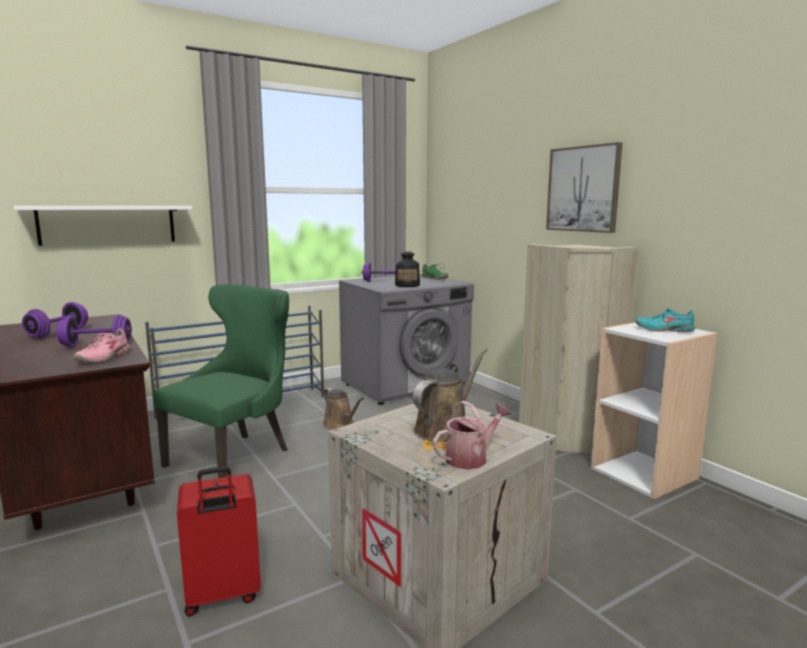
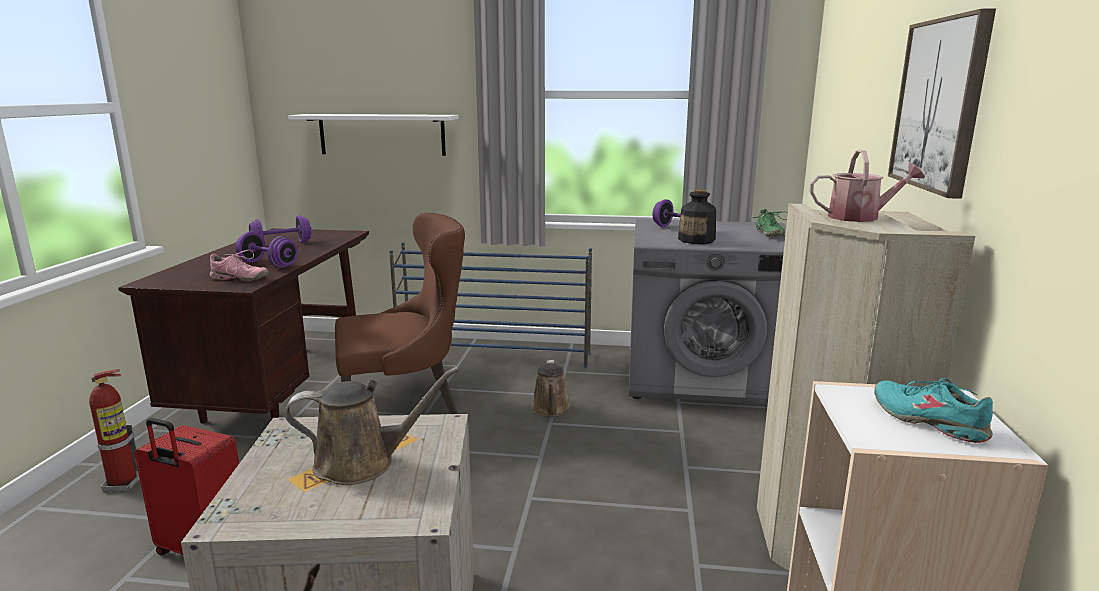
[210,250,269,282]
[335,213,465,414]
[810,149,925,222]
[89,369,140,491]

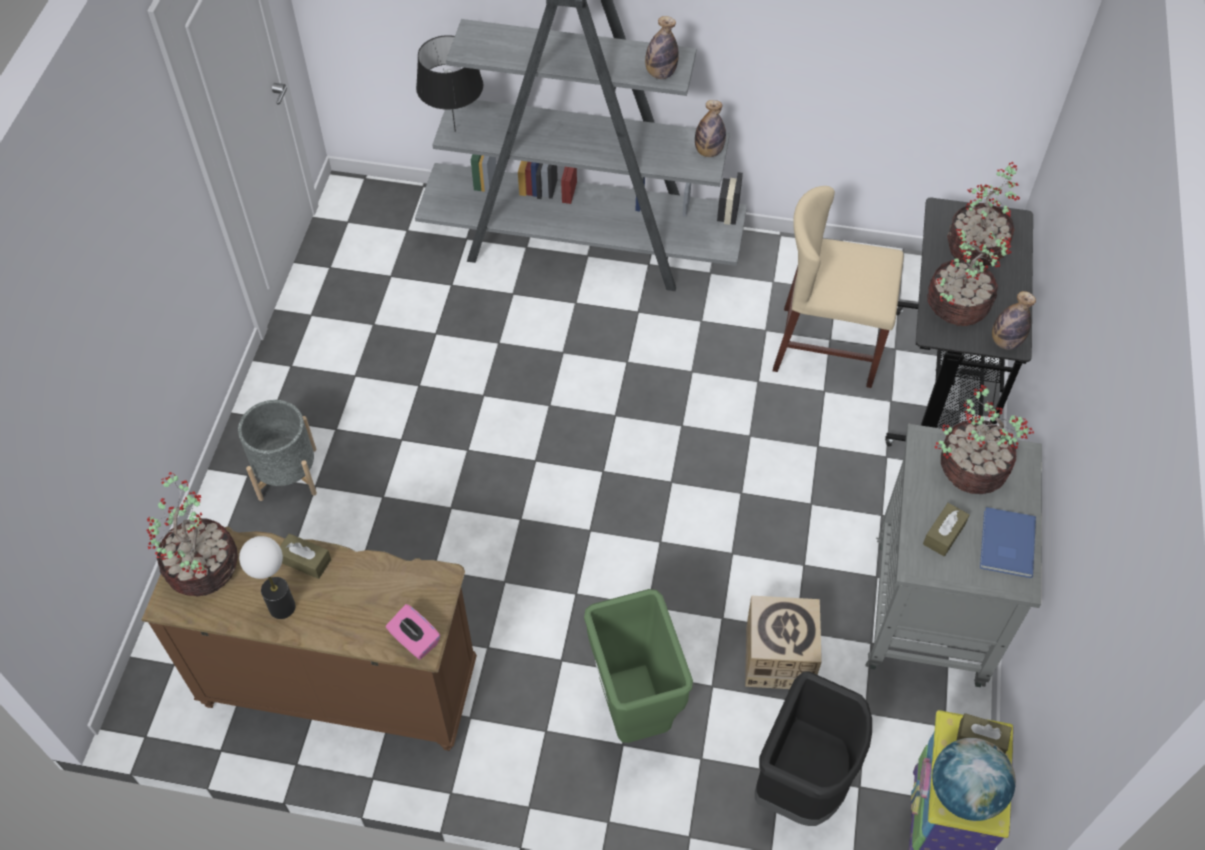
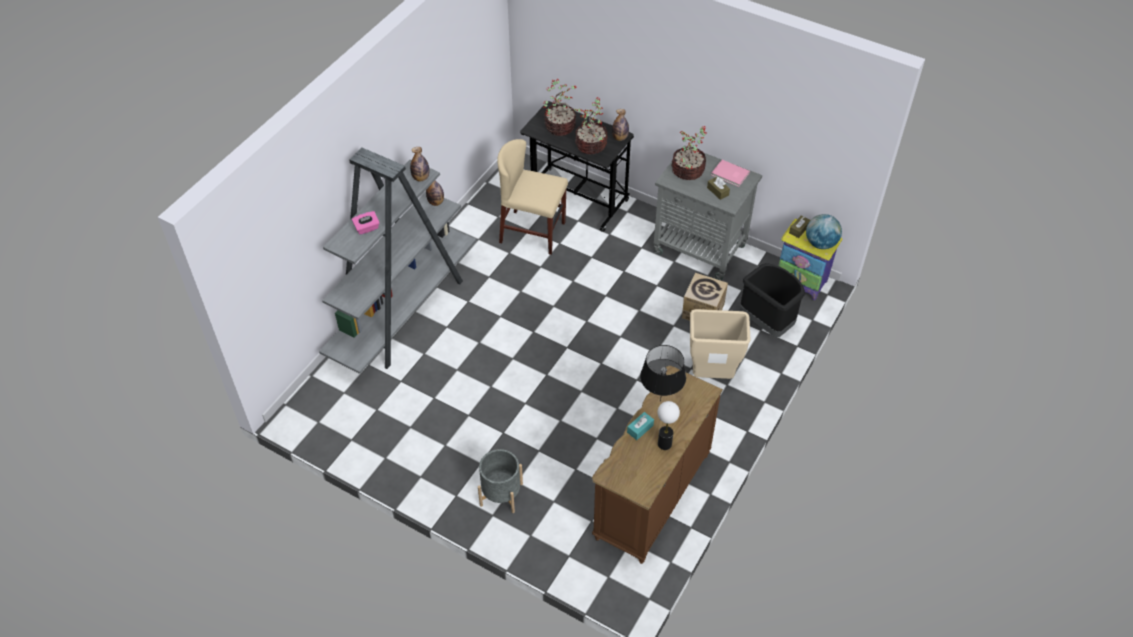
[146,472,238,597] (first image)
[627,412,654,440]
[352,211,380,235]
[640,345,686,401]
[690,309,751,379]
[497,139,568,255]
[711,160,750,187]

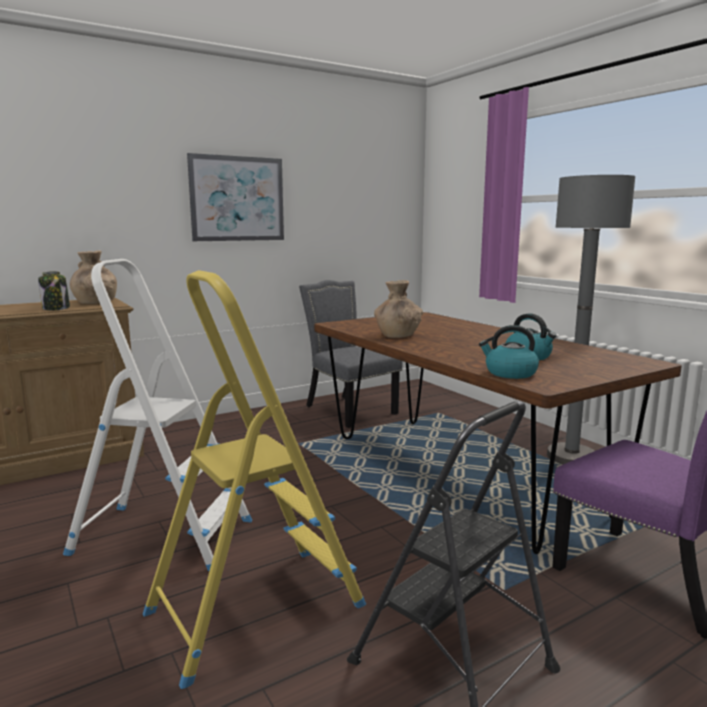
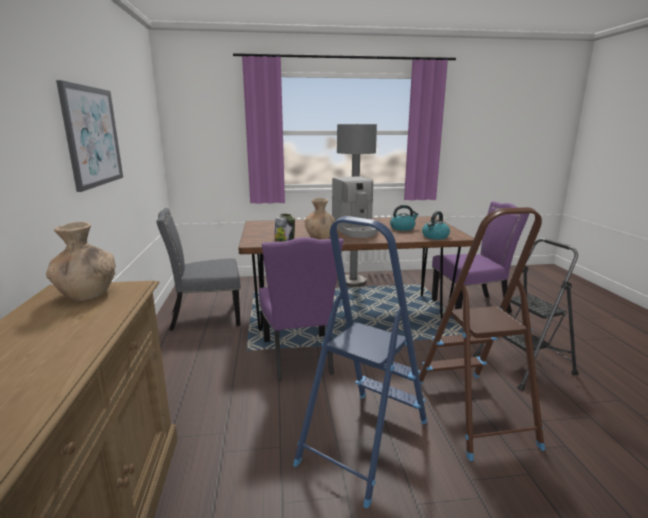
[274,214,295,242]
[293,216,427,509]
[419,207,545,461]
[259,237,344,381]
[332,176,378,238]

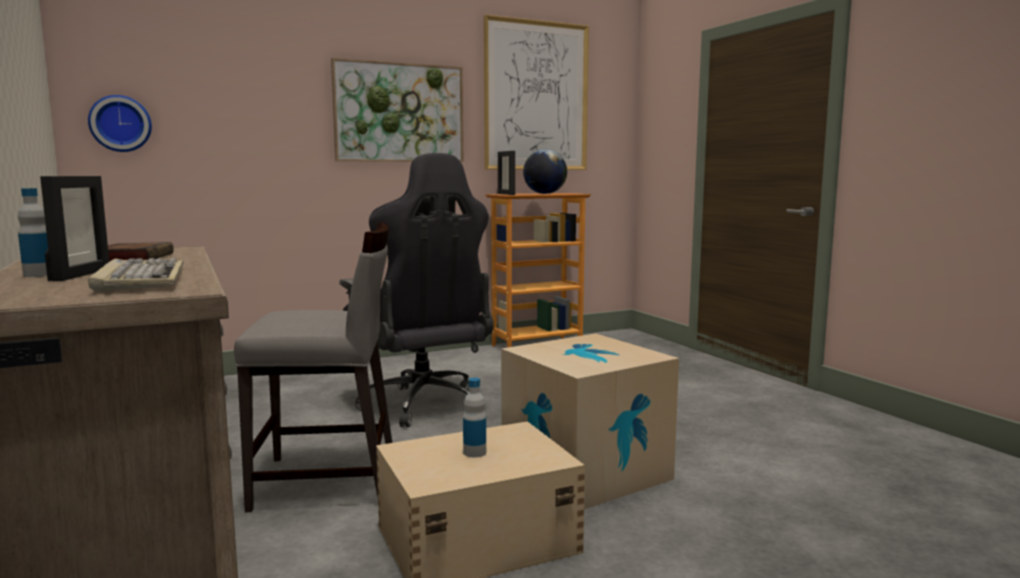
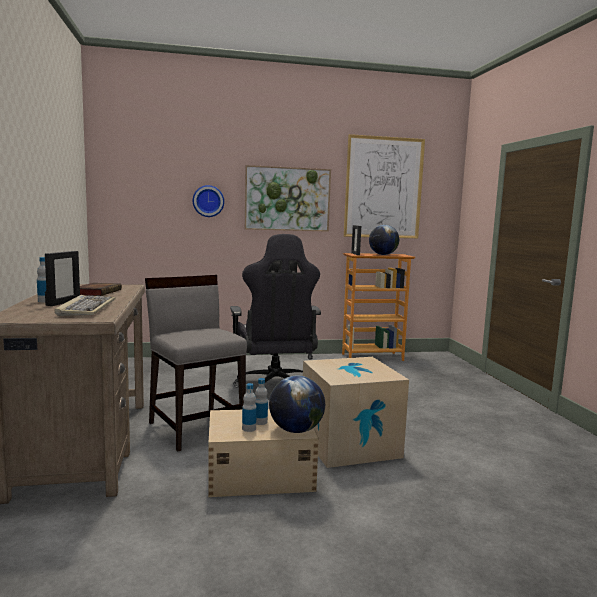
[193,185,224,217]
[145,275,247,452]
[242,383,257,432]
[269,375,325,433]

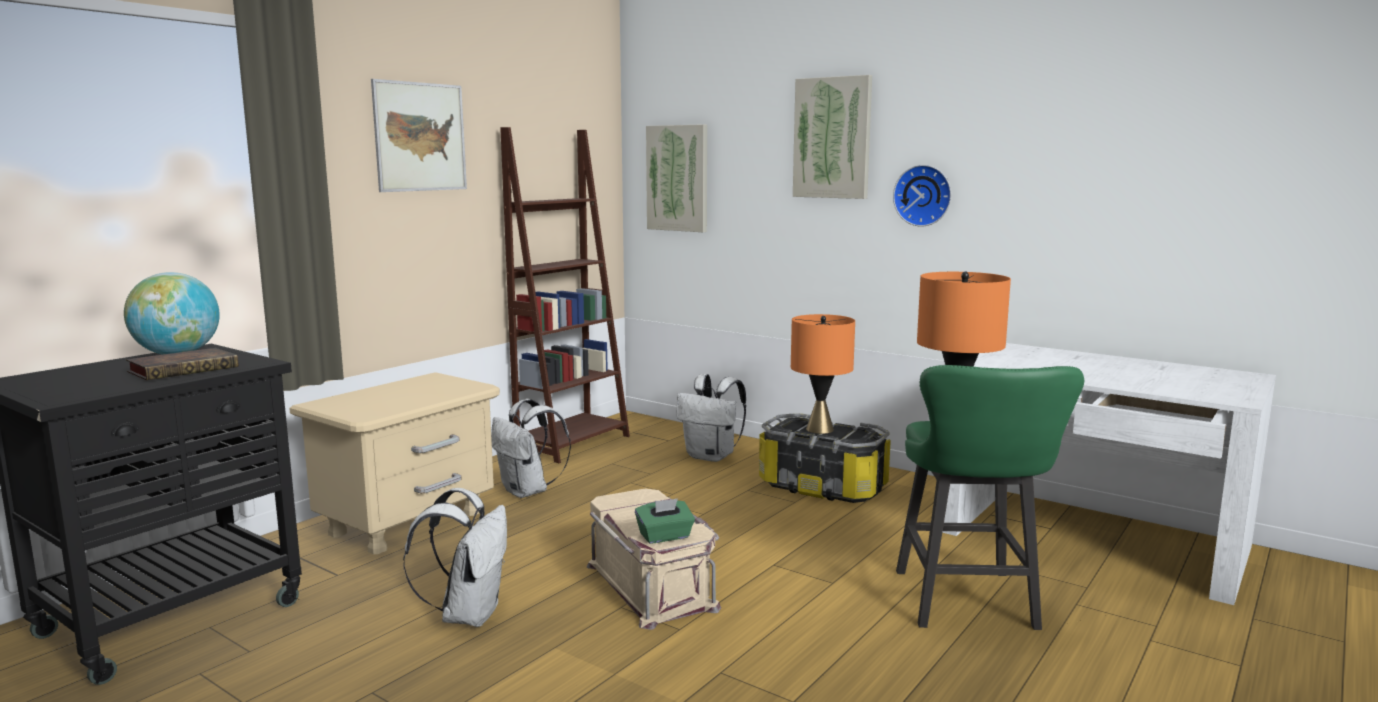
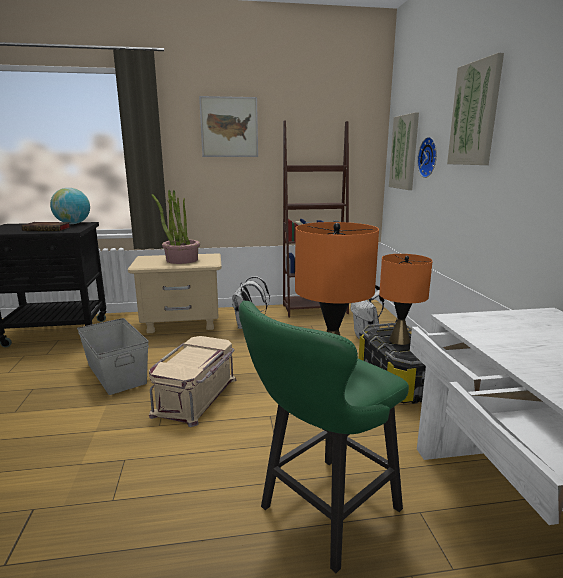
[77,318,149,395]
[635,498,695,544] (first image)
[417,137,437,178]
[151,190,200,264]

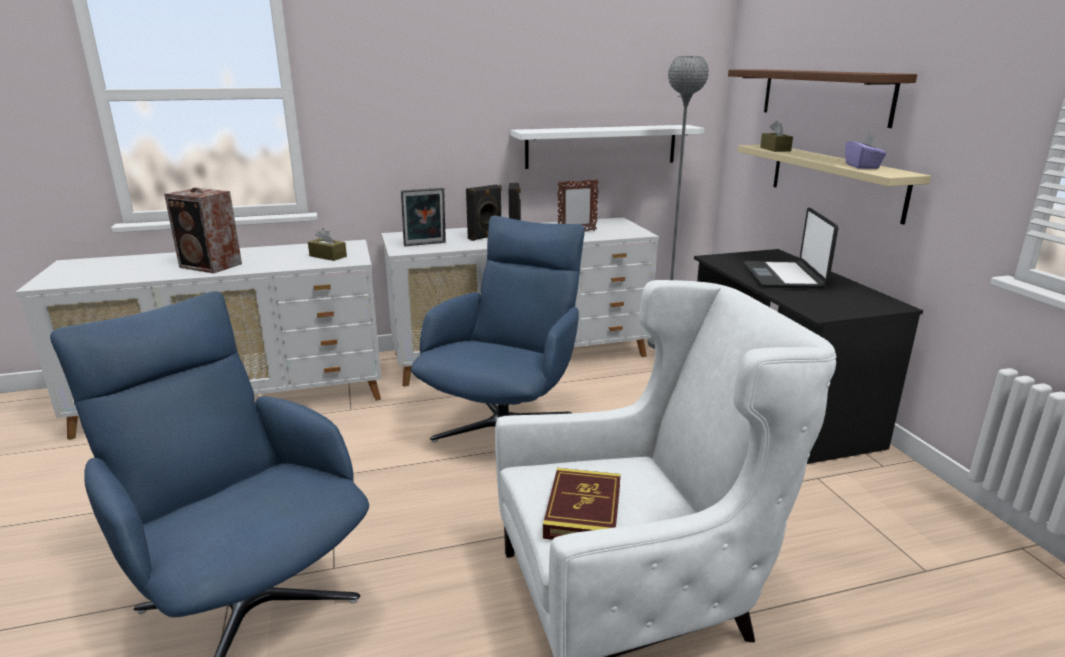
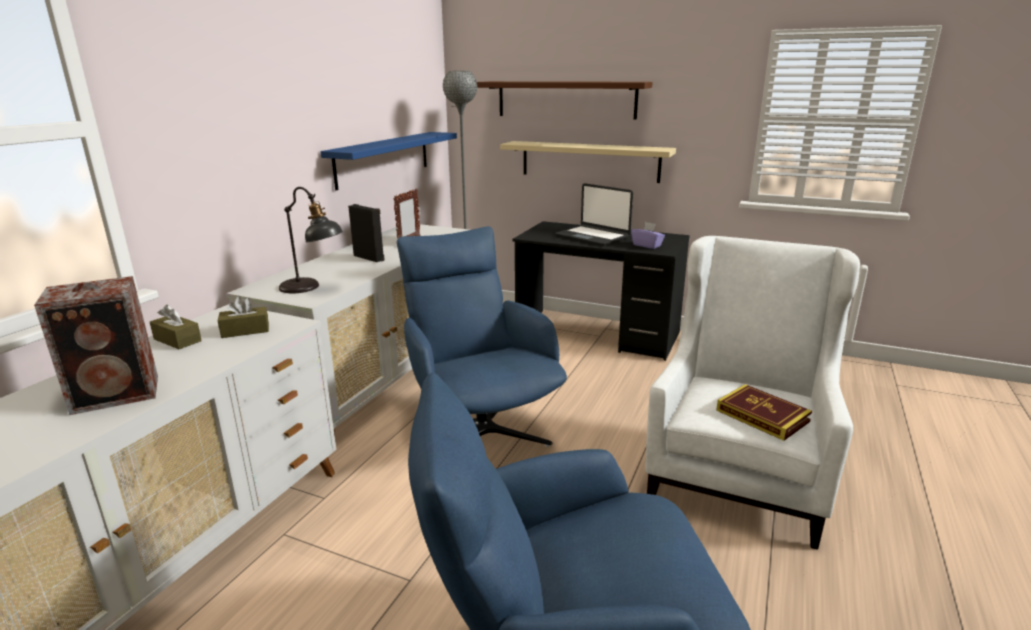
[279,187,343,293]
[466,185,501,241] (first image)
[320,132,457,190]
[150,305,202,349]
[631,222,665,249]

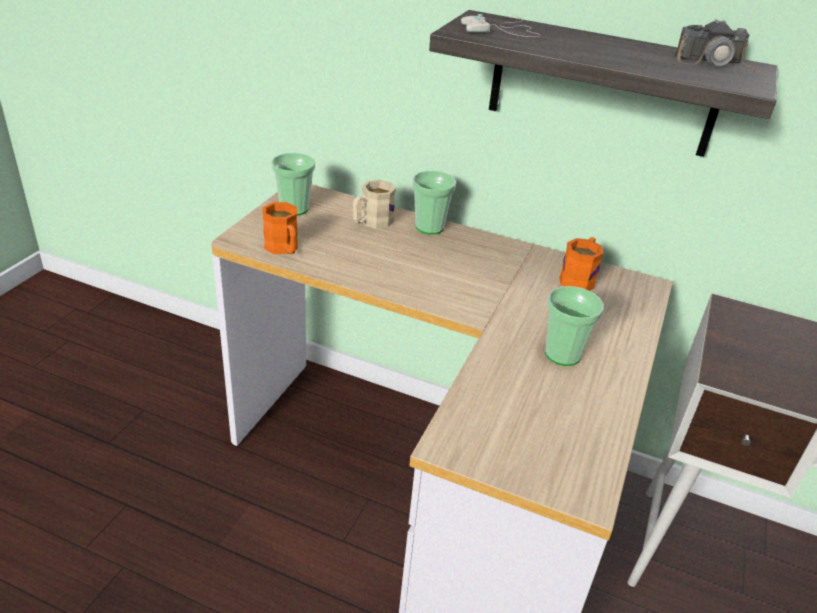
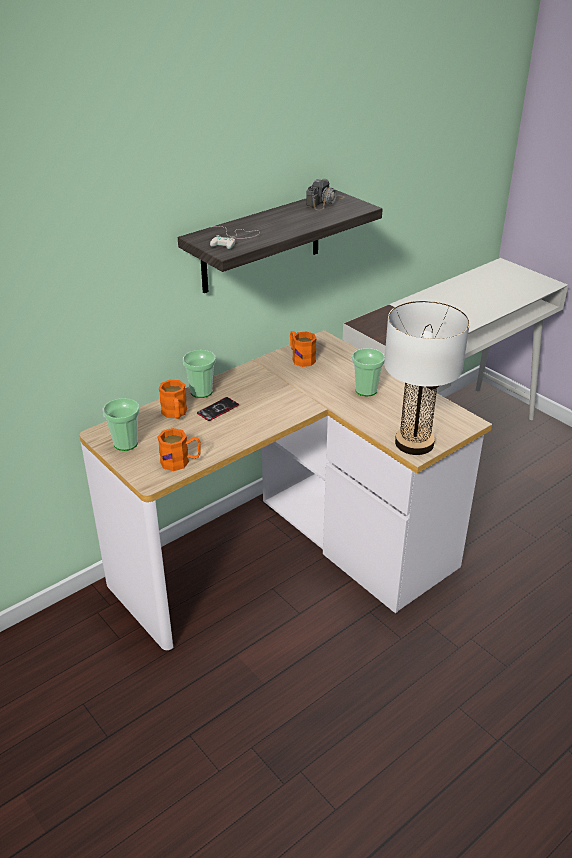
[159,380,187,419]
[197,397,239,421]
[384,301,470,455]

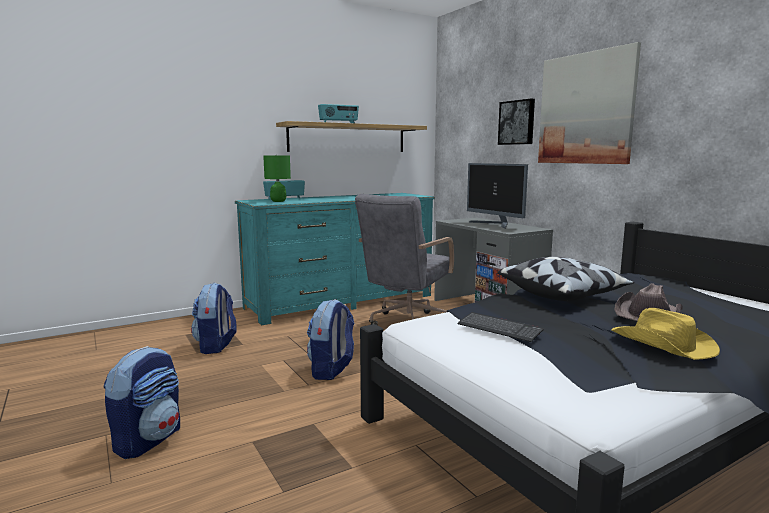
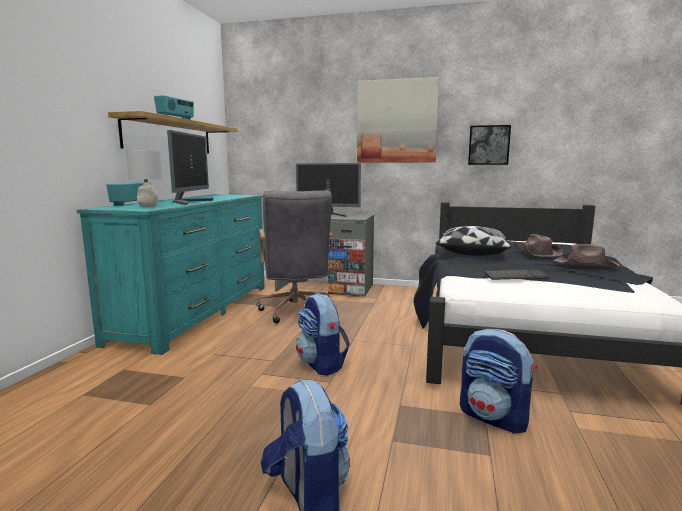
[460,329,537,434]
[126,150,162,207]
[468,125,511,165]
[554,244,620,267]
[167,130,213,205]

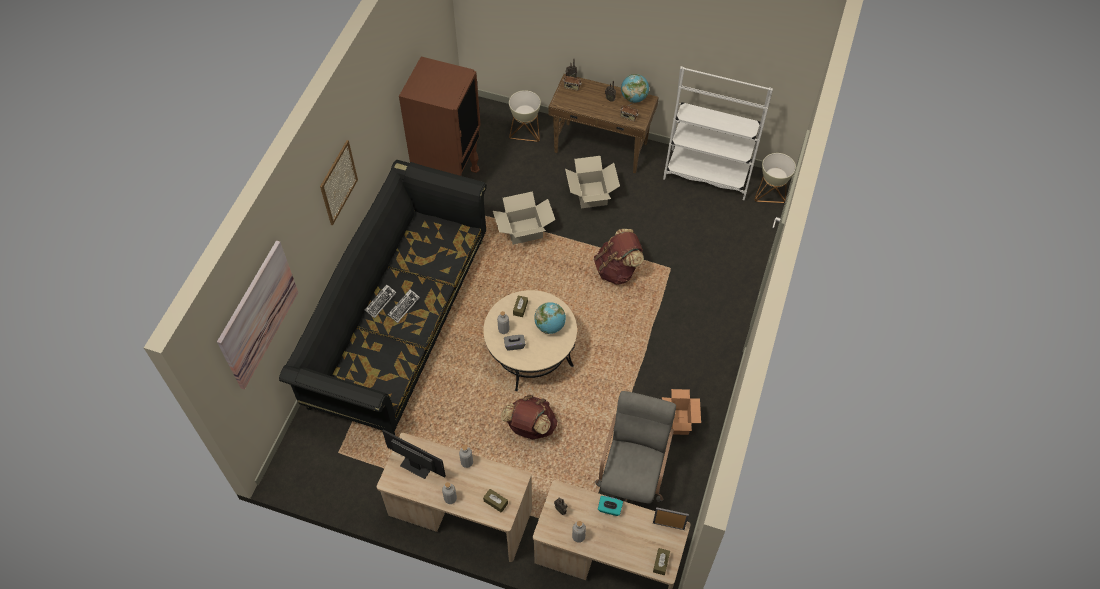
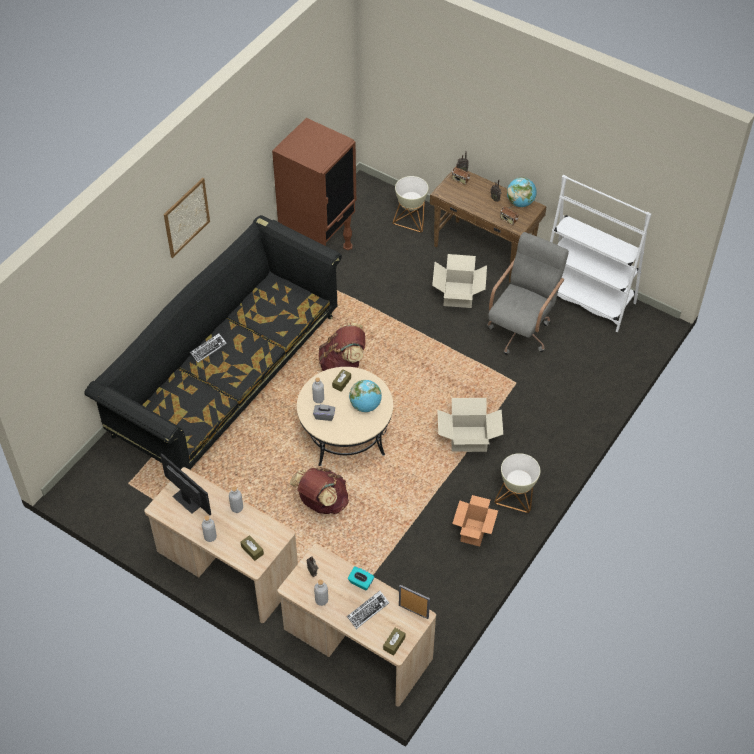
[217,241,298,389] (first image)
[347,591,389,629]
[437,398,503,452]
[319,323,365,371]
[487,232,569,355]
[494,453,540,513]

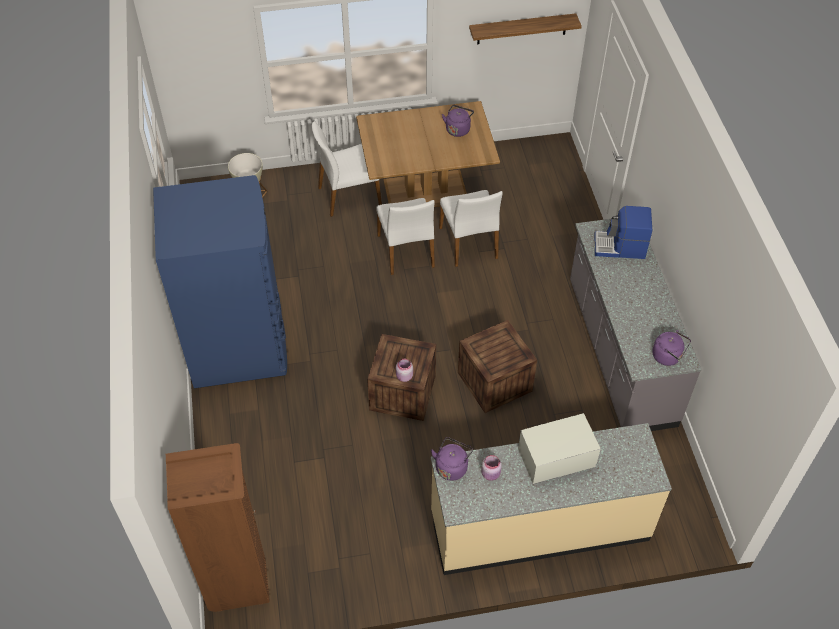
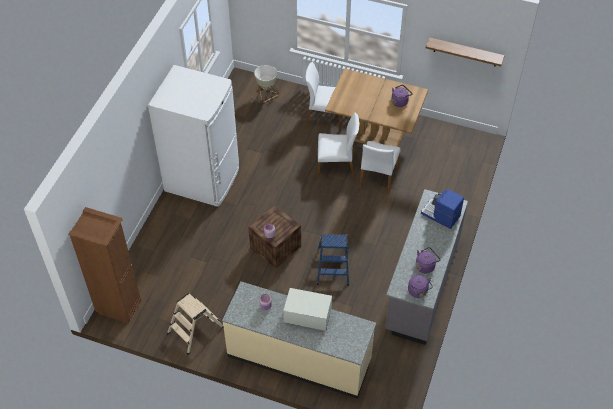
[148,65,239,207]
[317,113,359,179]
[416,247,441,273]
[317,234,349,286]
[167,293,223,355]

